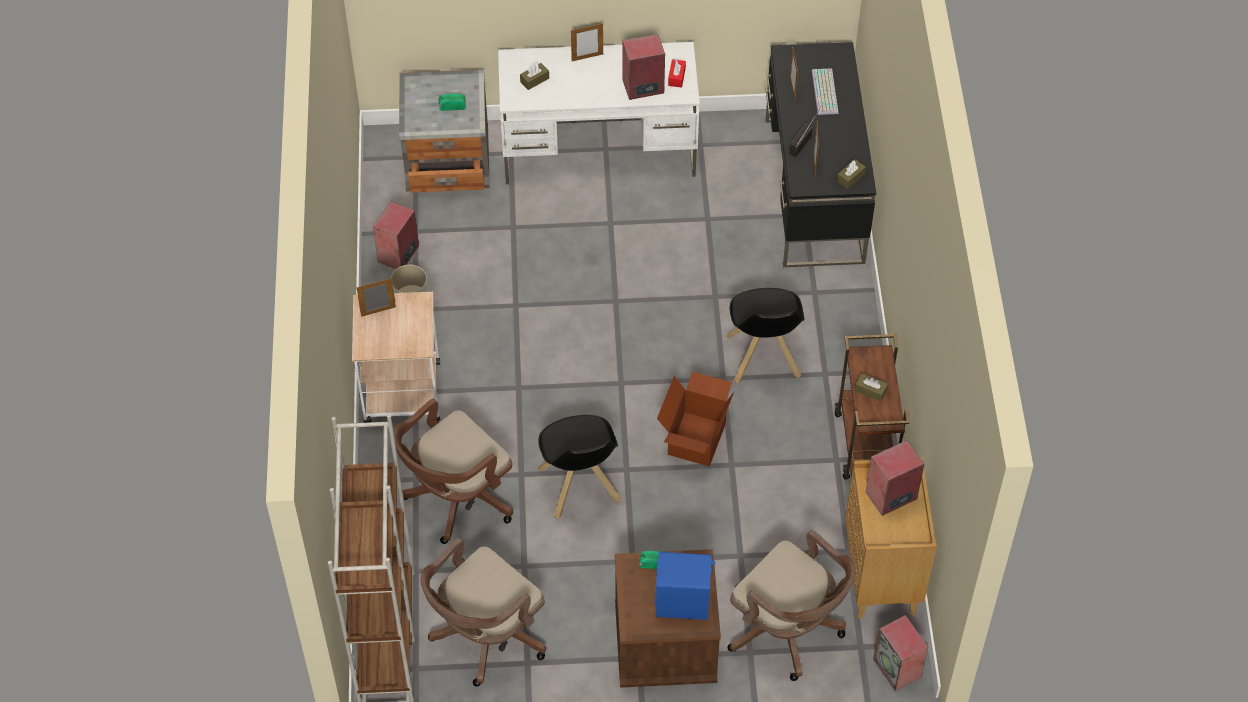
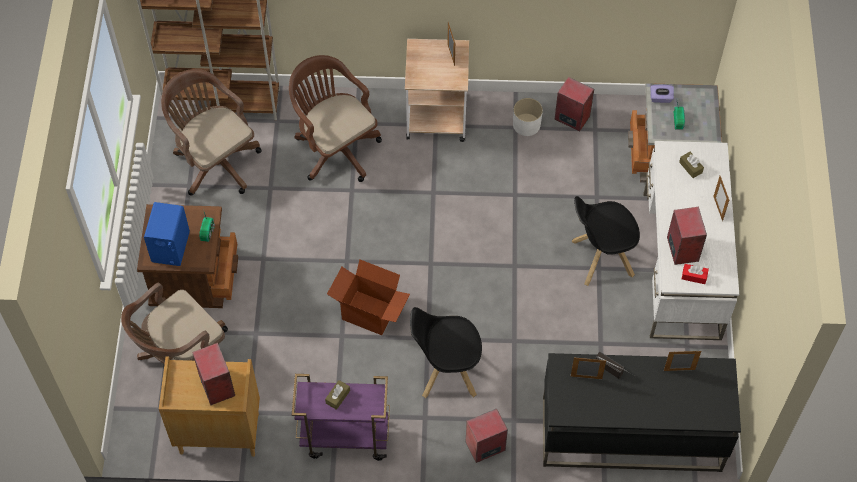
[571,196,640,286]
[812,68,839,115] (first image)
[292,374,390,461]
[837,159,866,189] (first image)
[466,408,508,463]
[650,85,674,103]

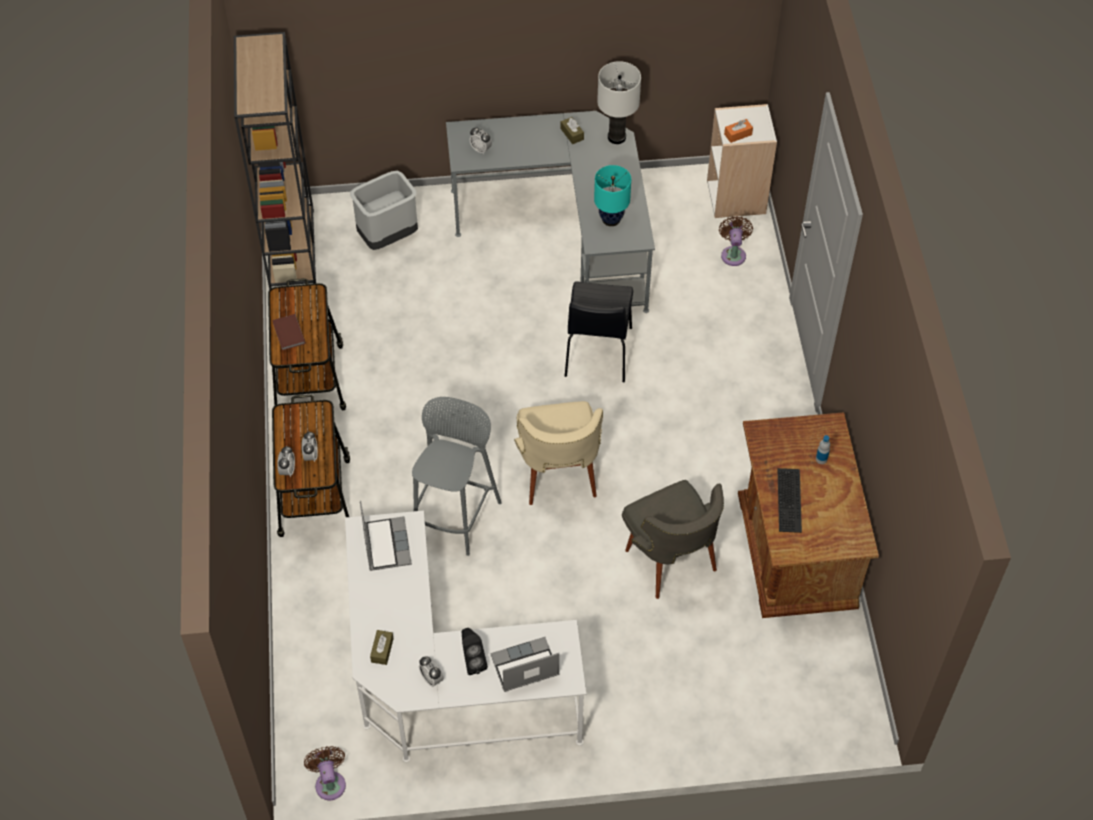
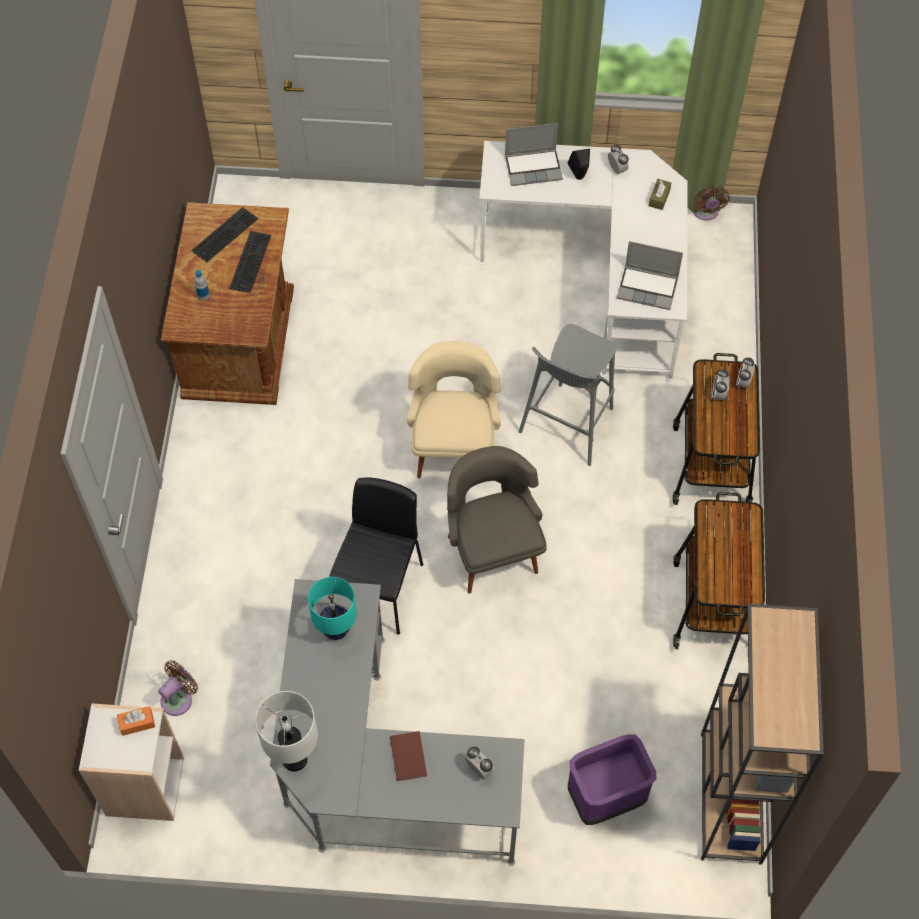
[390,731,427,781]
[568,734,657,825]
[617,241,683,310]
[561,117,584,144] (first image)
[447,446,547,594]
[158,660,198,716]
[191,207,258,262]

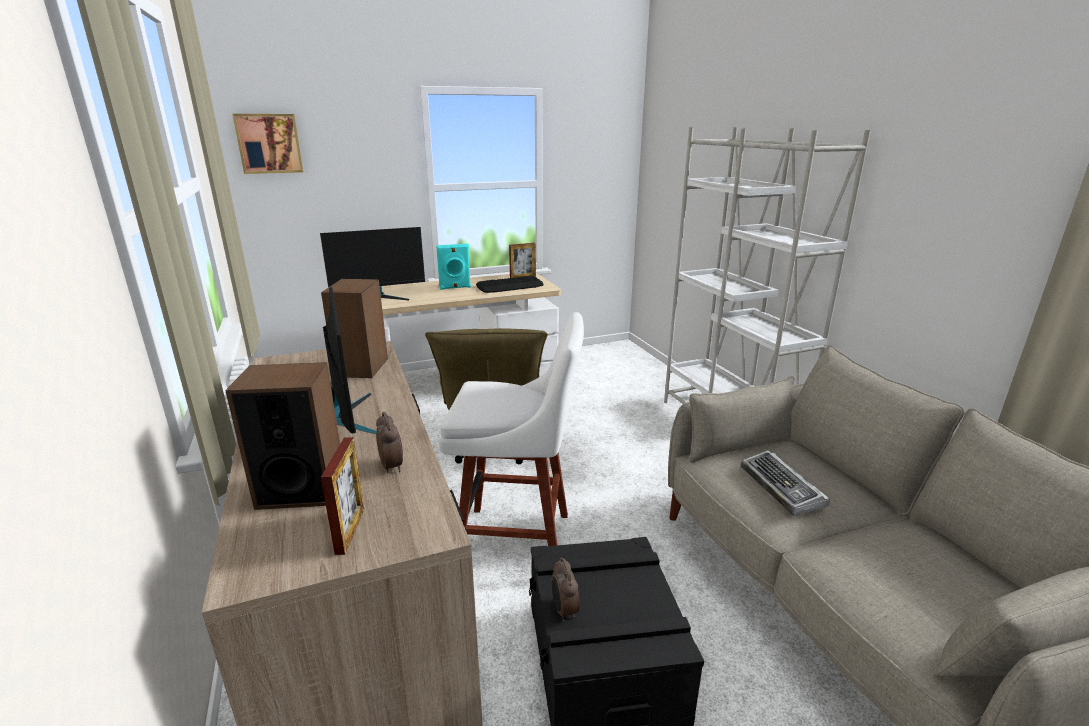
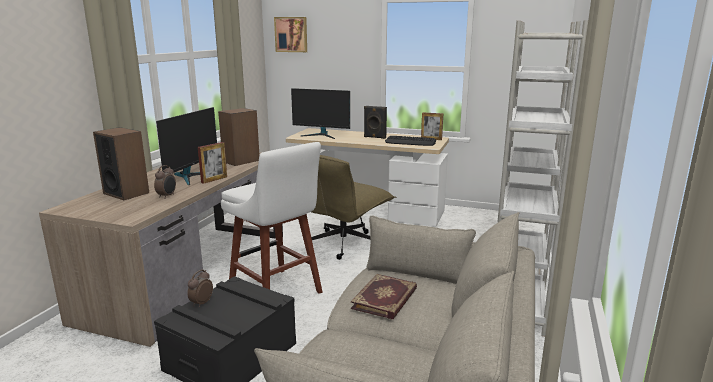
[198,142,227,184]
[364,106,387,139]
[351,274,417,319]

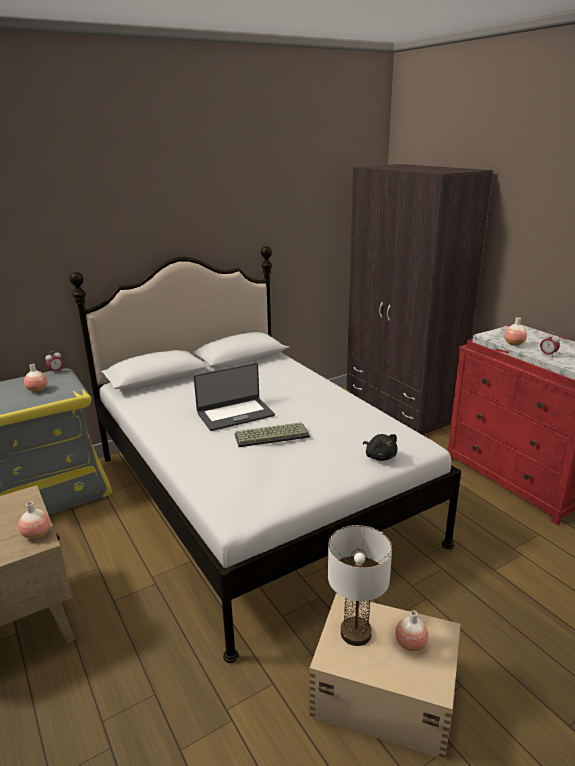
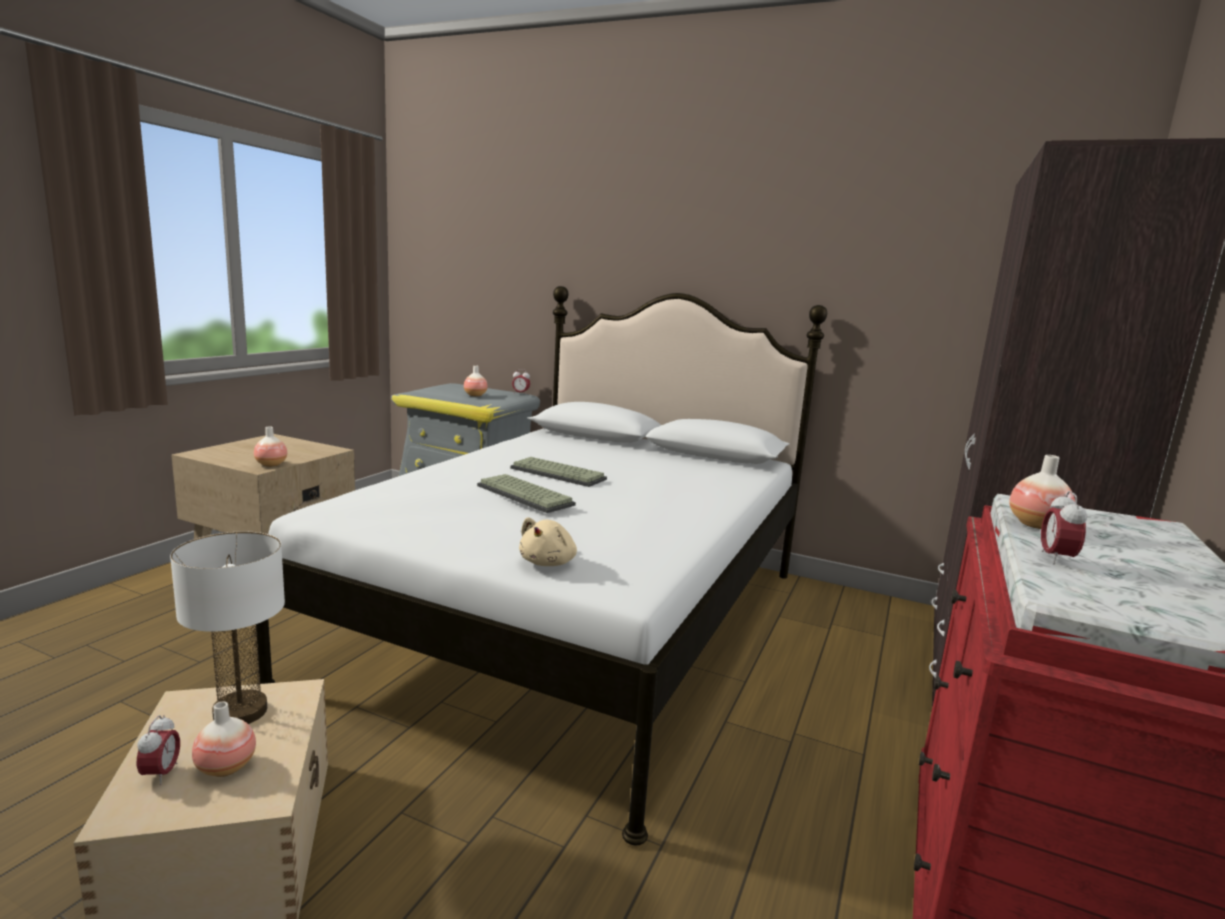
[510,457,607,487]
[519,517,577,566]
[137,715,180,785]

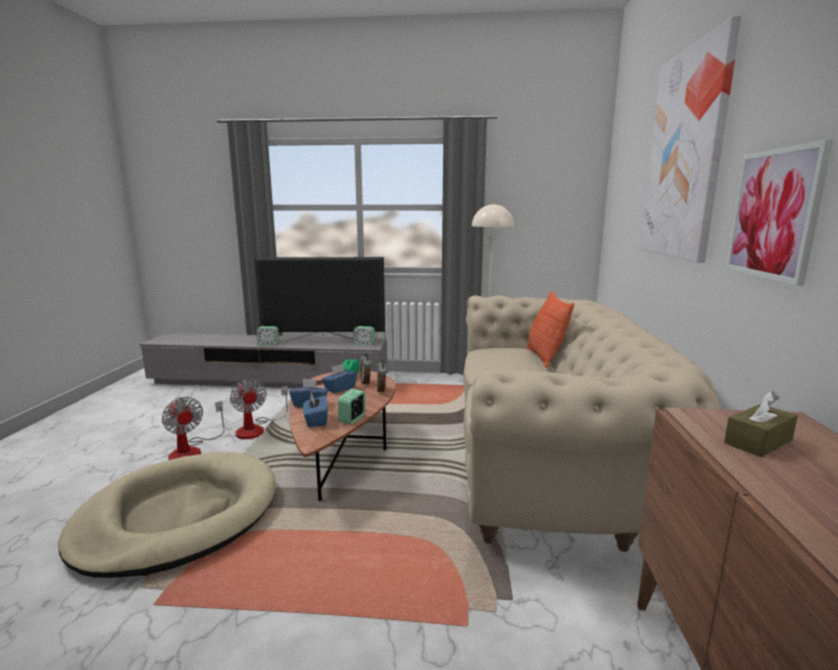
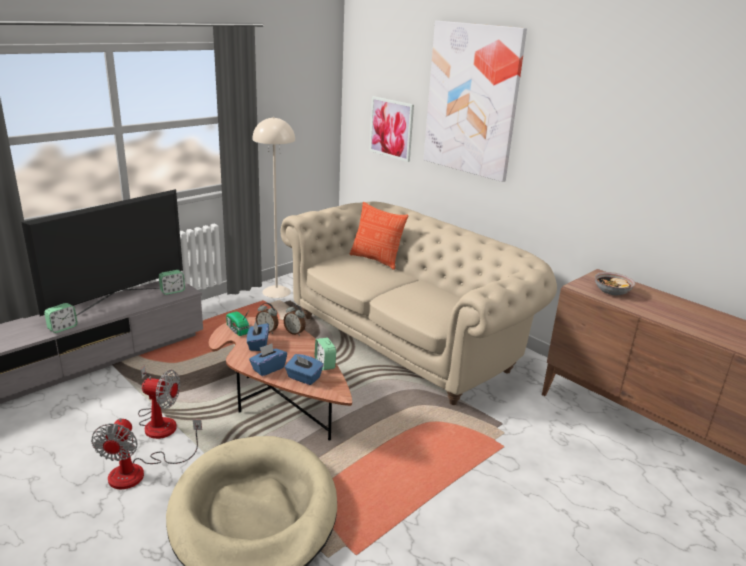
[91,418,202,489]
[595,272,635,296]
[369,96,414,162]

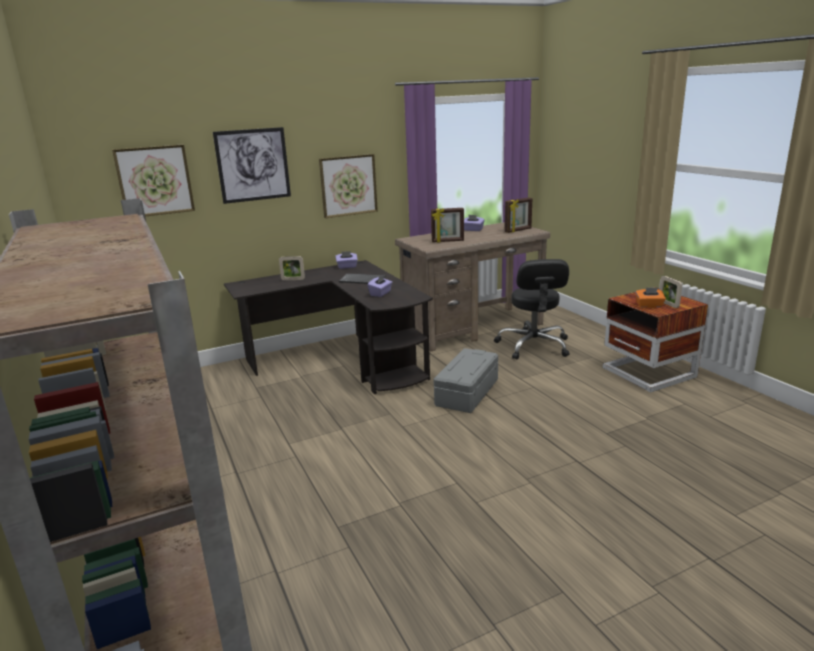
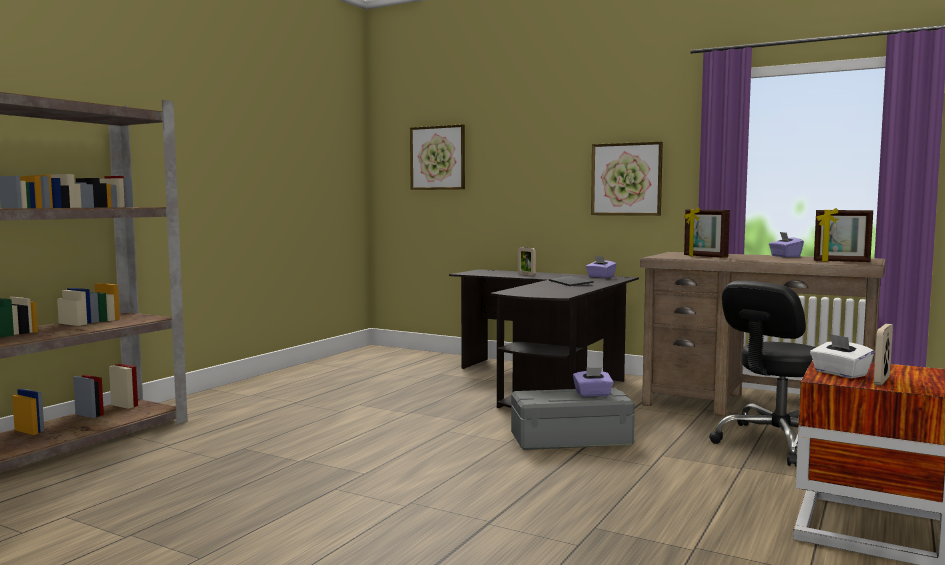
[213,127,291,204] (first image)
[573,367,614,397]
[810,334,874,378]

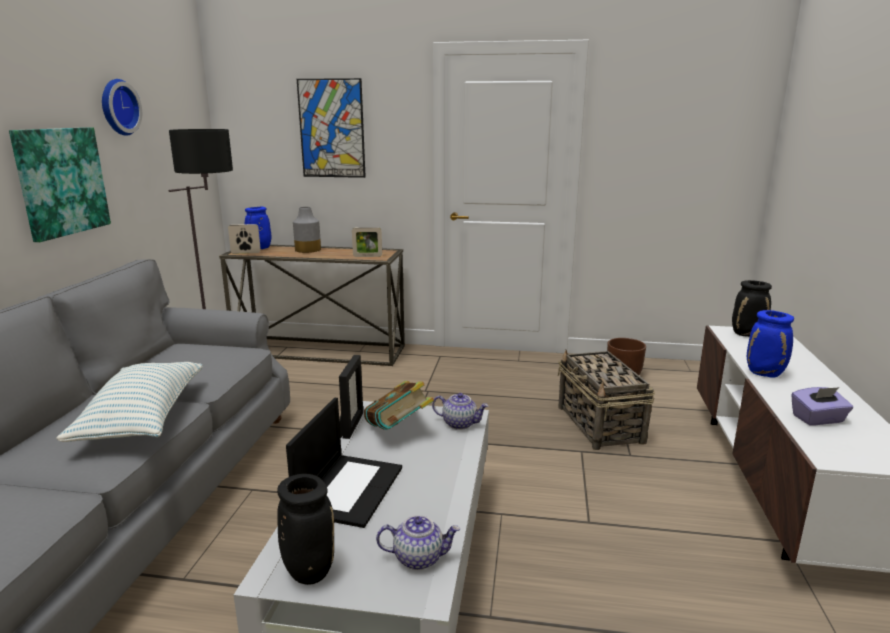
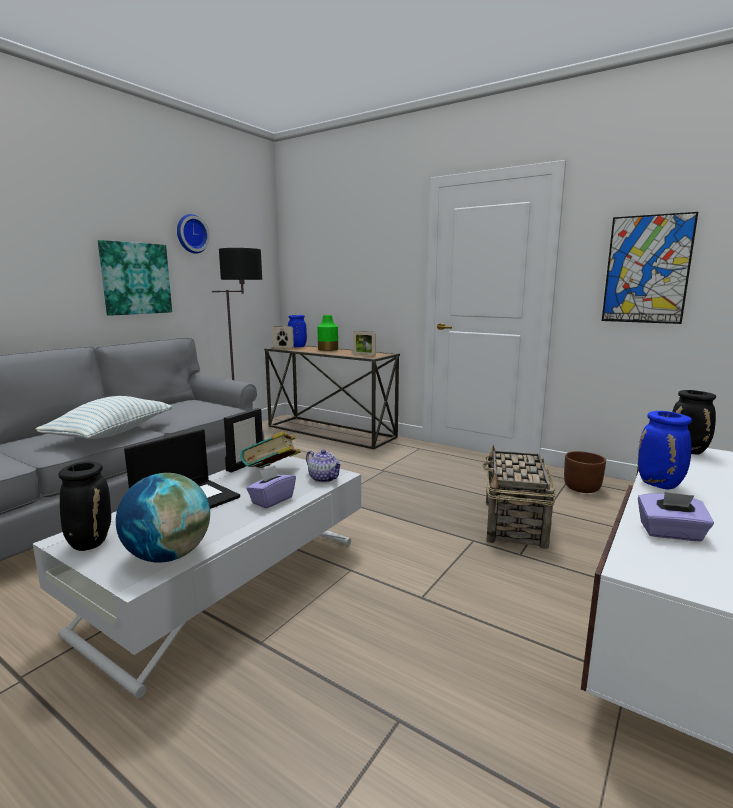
[317,315,338,351]
[602,212,698,324]
[116,473,210,563]
[246,465,296,508]

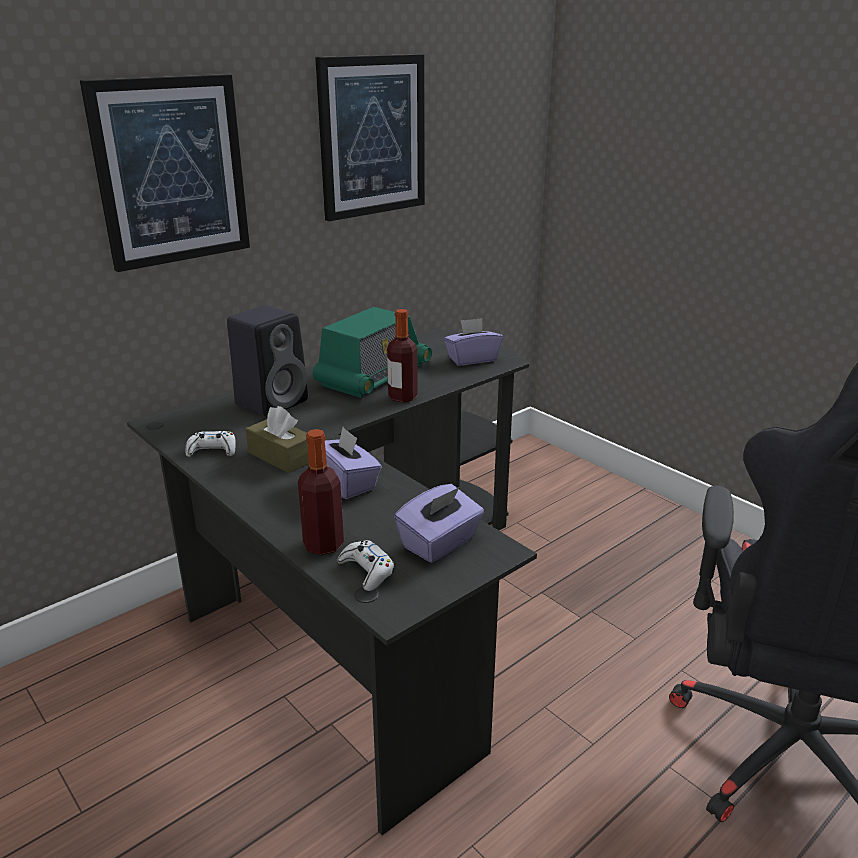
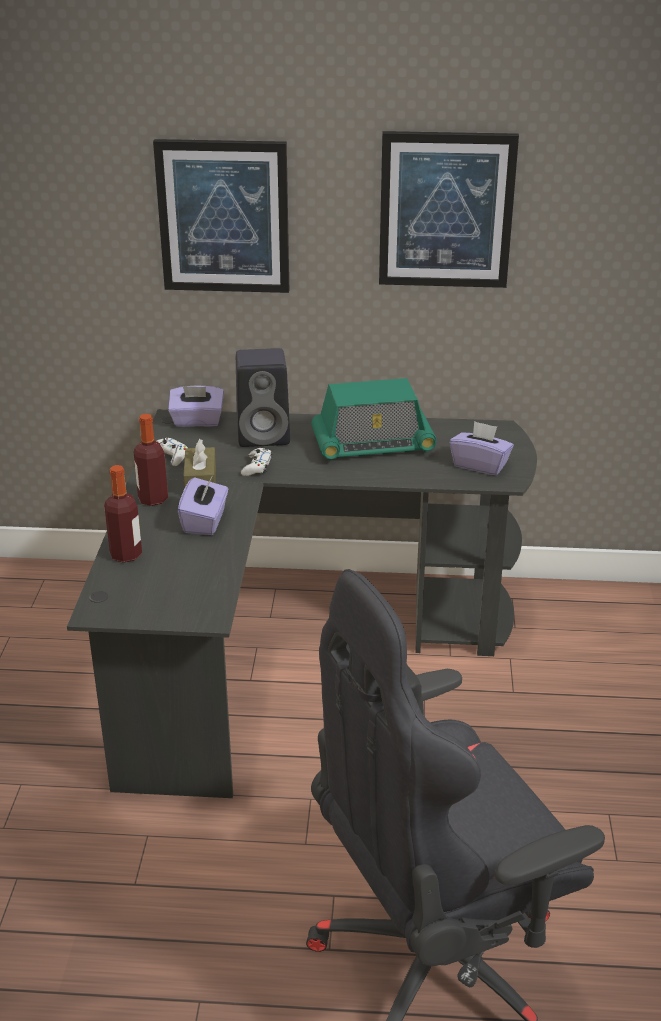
[241,448,272,476]
[134,414,168,506]
[168,385,224,427]

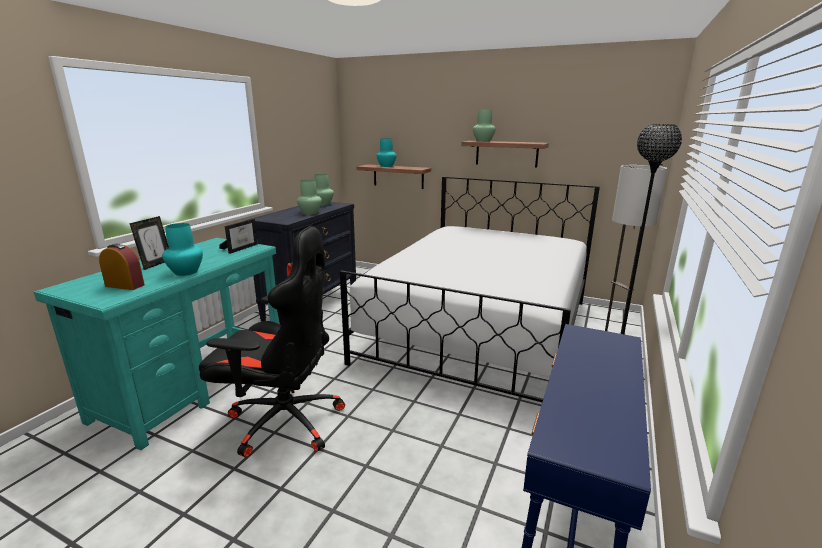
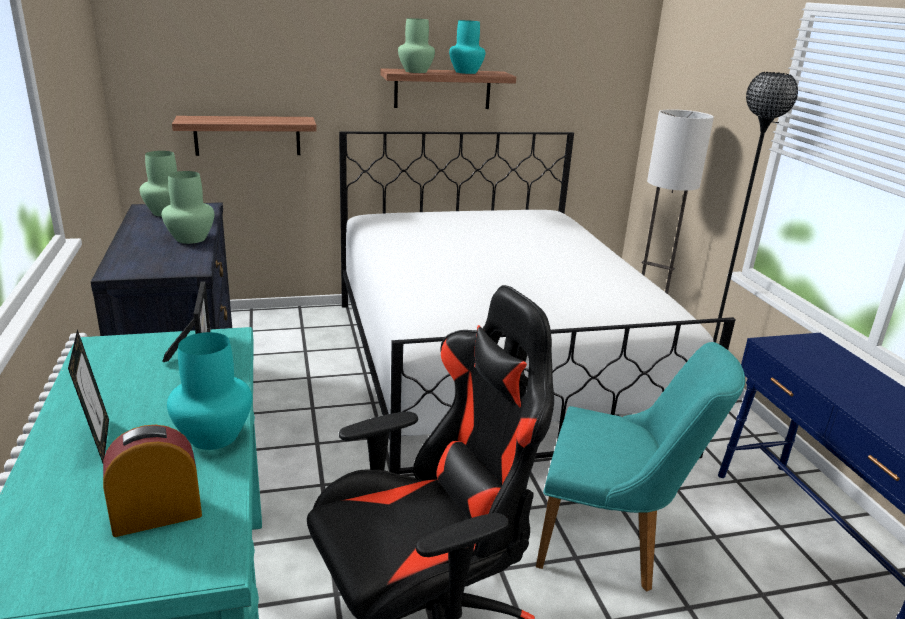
[449,20,485,74]
[536,342,745,592]

